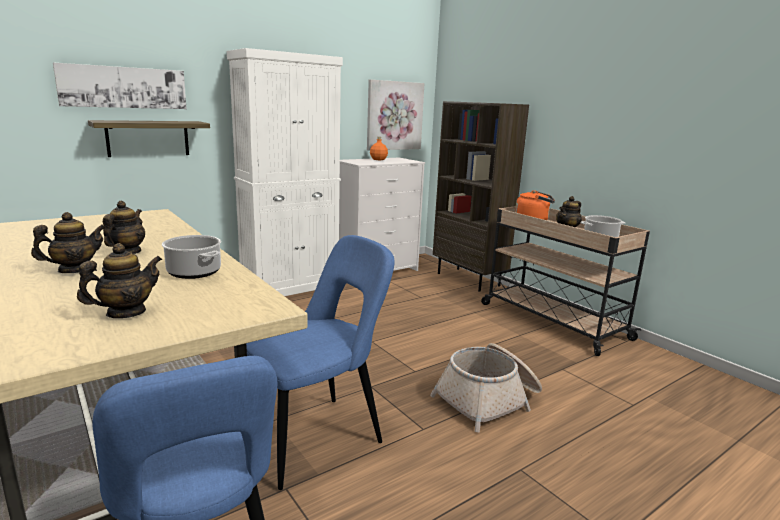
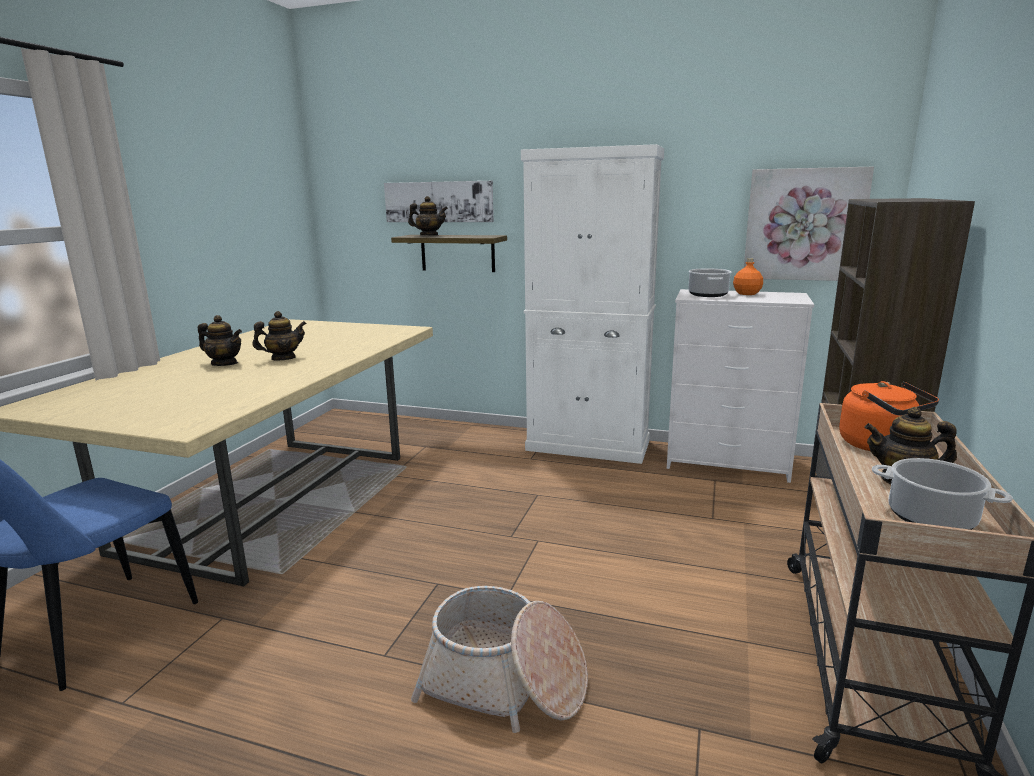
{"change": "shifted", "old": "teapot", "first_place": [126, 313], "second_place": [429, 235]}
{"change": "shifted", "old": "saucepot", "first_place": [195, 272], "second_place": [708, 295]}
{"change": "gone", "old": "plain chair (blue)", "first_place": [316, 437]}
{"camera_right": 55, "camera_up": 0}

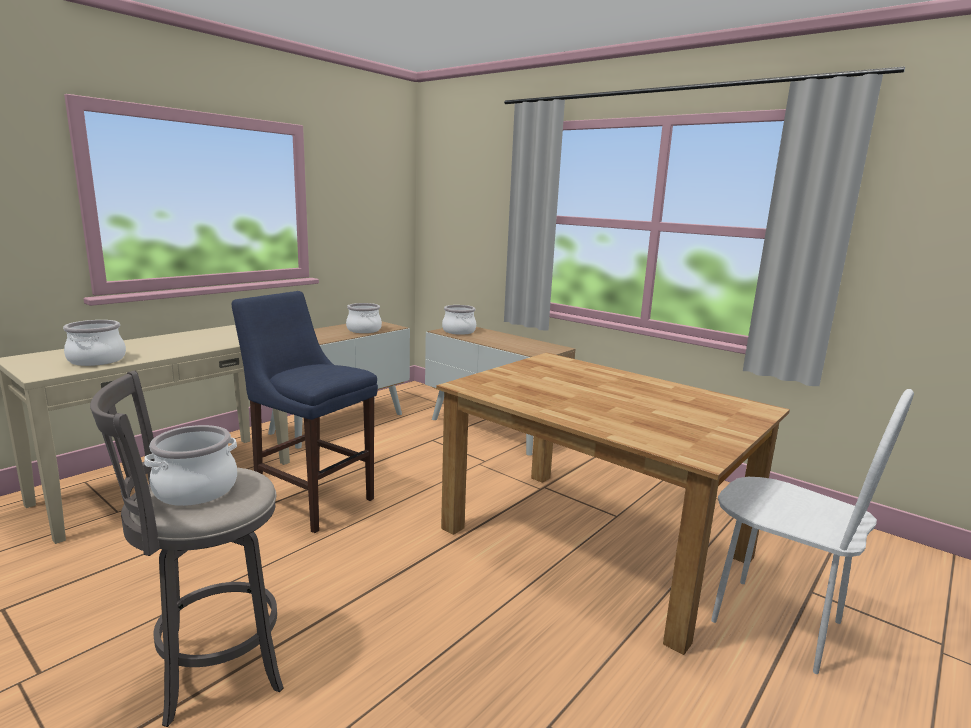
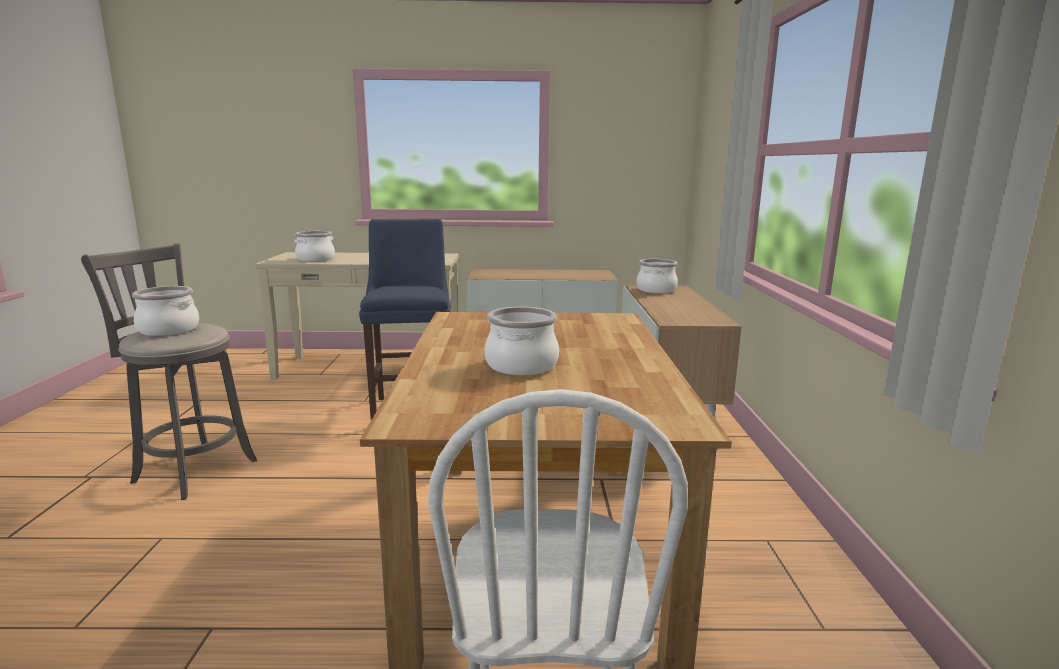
{"change": "shifted", "old": "saucepot", "first_place": [364, 330], "second_place": [522, 365]}
{"camera_right": 50, "camera_up": 0}

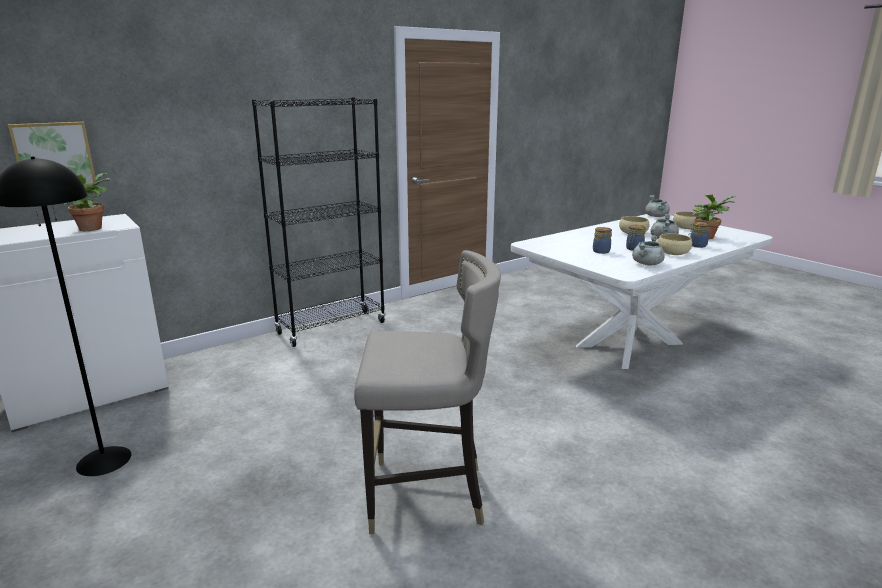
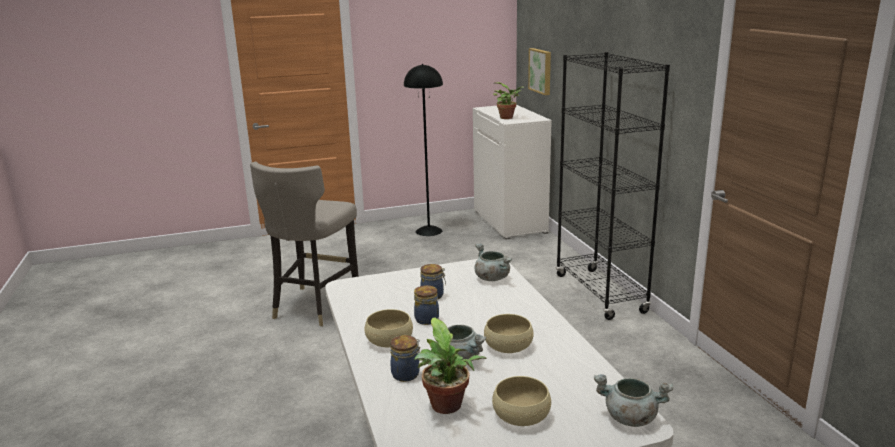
{"change": "shifted", "old": "saucepot (greyish)", "first_place": [647, 264], "second_place": [491, 278]}
{"camera_right": 110, "camera_up": 0}

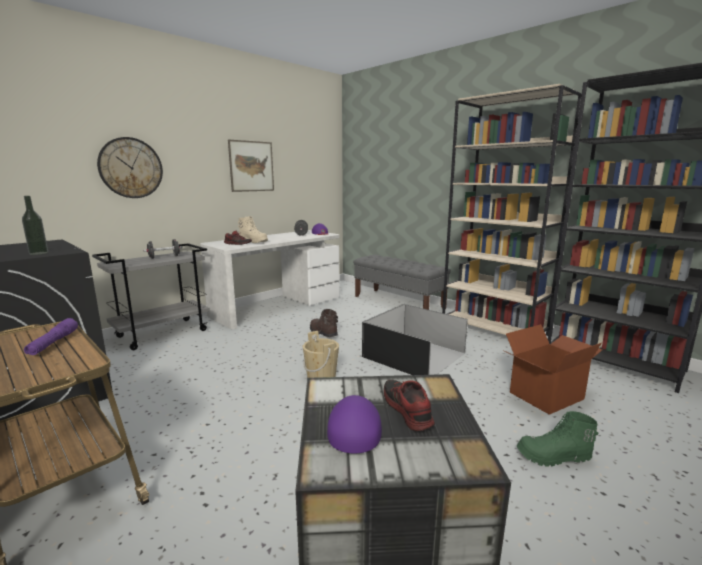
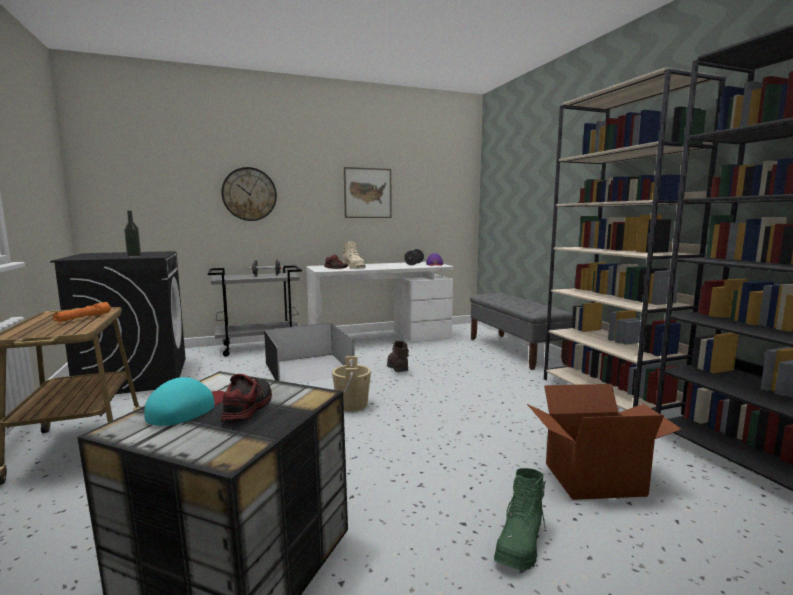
{"change": "repainted", "old": "torch (purple-coloured)", "new": "torch (orange)", "first_place": [53, 343], "second_place": [83, 318]}
{"change": "repainted", "old": "peaked cap (purple-coloured)", "new": "peaked cap (blue-green)", "first_place": [354, 426], "second_place": [187, 409]}
{"change": "shifted", "old": "storage bin (black)", "first_place": [413, 355], "second_place": [307, 369]}
{"change": "rotated", "old": "tall boot (green-coloured)", "first_place": [553, 457], "second_place": [520, 544], "degrees": -90}
{"camera_right": 25, "camera_up": -5}

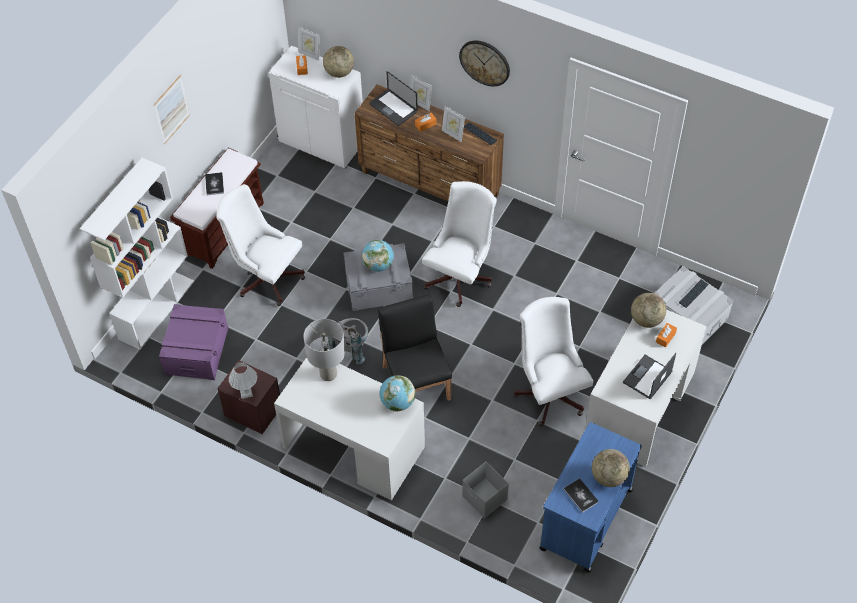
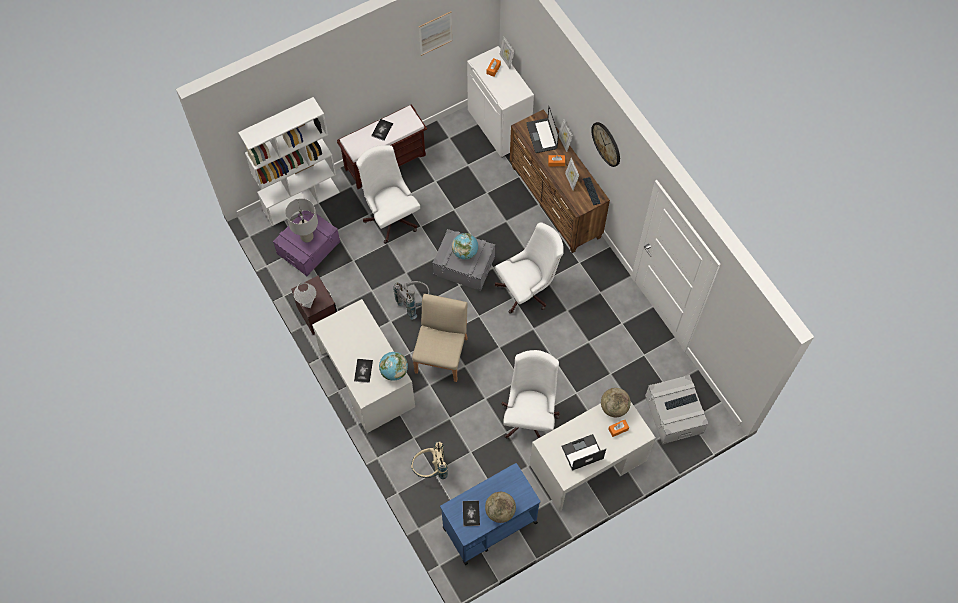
{"change": "shifted", "old": "table lamp (greyish)", "first_place": [328, 374], "second_place": [306, 237]}
{"change": "new", "new": "book", "second_place": [363, 371]}
{"change": "swapped", "old": "storage bin (greyish)", "new": "rucksack (sand-coloured)", "first_place": [485, 498], "second_place": [430, 469]}
{"change": "repainted", "old": "plain chair (black)", "new": "plain chair (sand-coloured)", "first_place": [416, 381], "second_place": [442, 354]}
{"change": "shifted", "old": "wall picture", "first_place": [171, 109], "second_place": [435, 33]}
{"change": "gone", "old": "world globe", "first_place": [339, 72]}
{"camera_right": 30, "camera_up": 10}

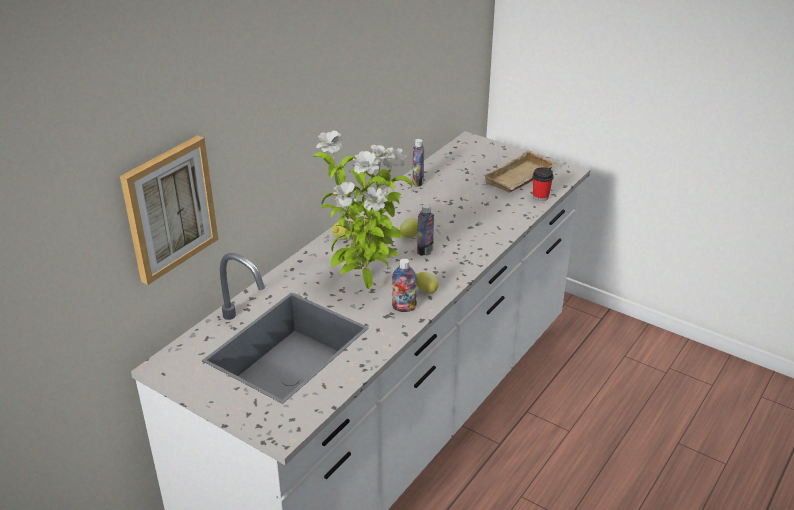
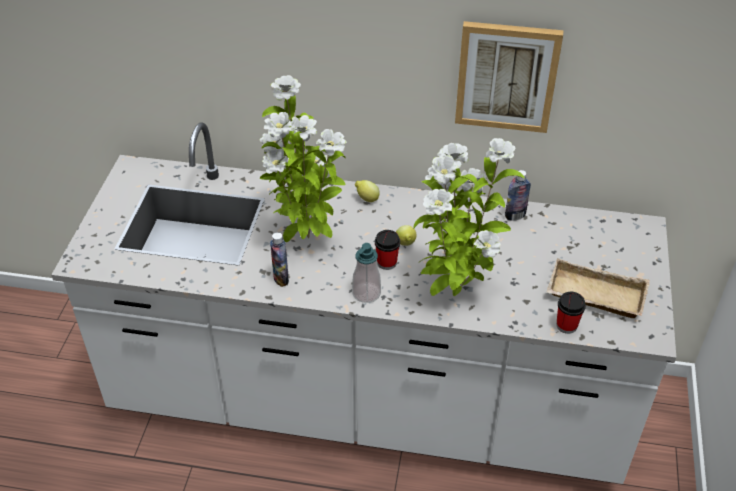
{"change": "new", "new": "liquid soap bottle", "second_place": [366, 293]}
{"change": "swapped", "old": "bottle", "new": "small cup", "first_place": [425, 250], "second_place": [387, 263]}
{"change": "new", "new": "houseplant", "second_place": [454, 292]}
{"change": "shifted", "old": "wall picture", "first_place": [169, 208], "second_place": [506, 76]}
{"change": "gone", "old": "citrus fruit", "first_place": [425, 291]}
{"camera_right": 65, "camera_up": 10}

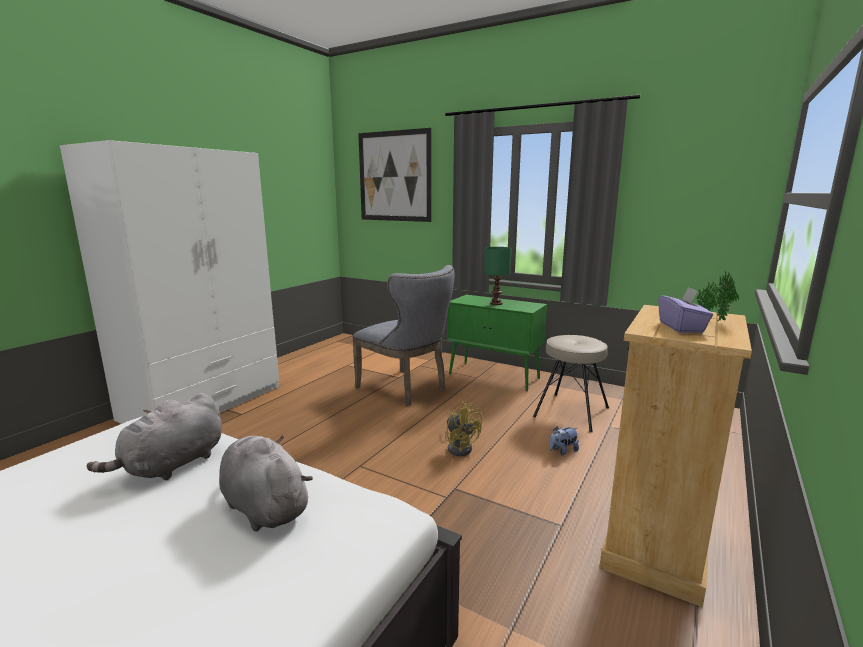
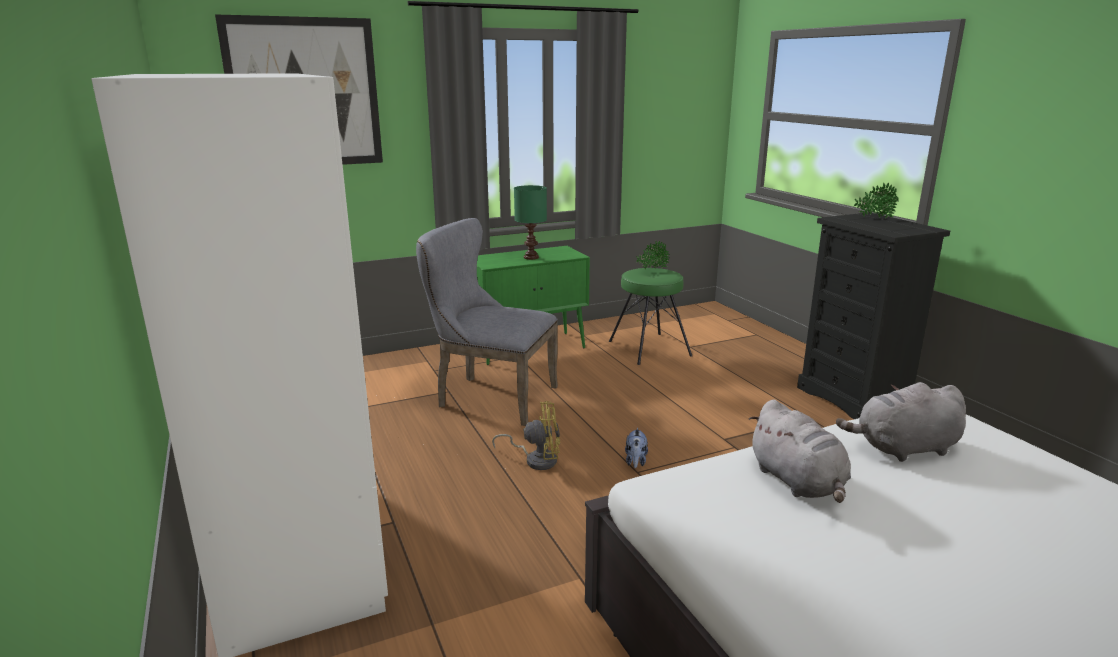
{"change": "rotated", "old": "plain chair (greyish)", "first_place": [406, 389], "second_place": [489, 397], "degrees": -150}
{"change": "shifted", "old": "cooling fan (yellow)", "first_place": [460, 447], "second_place": [536, 459]}
{"change": "repainted", "old": "sitting stool (sand-coloured)", "new": "sitting stool (green-coloured)", "first_place": [570, 411], "second_place": [648, 348]}
{"change": "shifted", "old": "plush toy", "first_place": [562, 451], "second_place": [635, 462]}
{"change": "new", "new": "houseplant", "second_place": [652, 269]}
{"change": "repainted", "old": "chest of drawers (sand-coloured)", "new": "chest of drawers (black)", "first_place": [656, 547], "second_place": [854, 399]}
{"change": "gone", "old": "box of tissues (purple-coloured)", "first_place": [681, 327]}
{"camera_right": -55, "camera_up": 5}

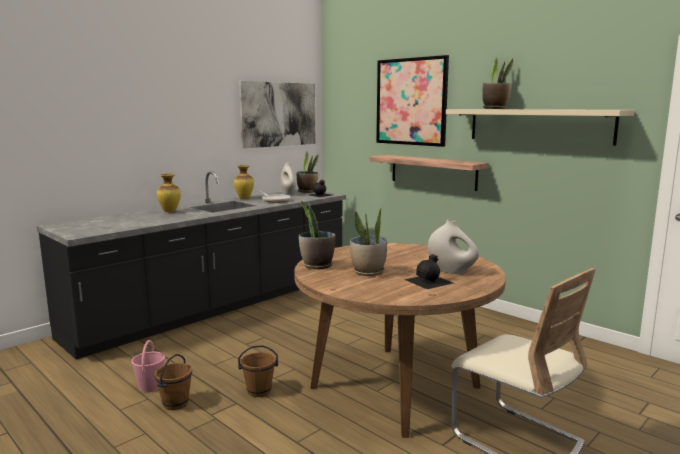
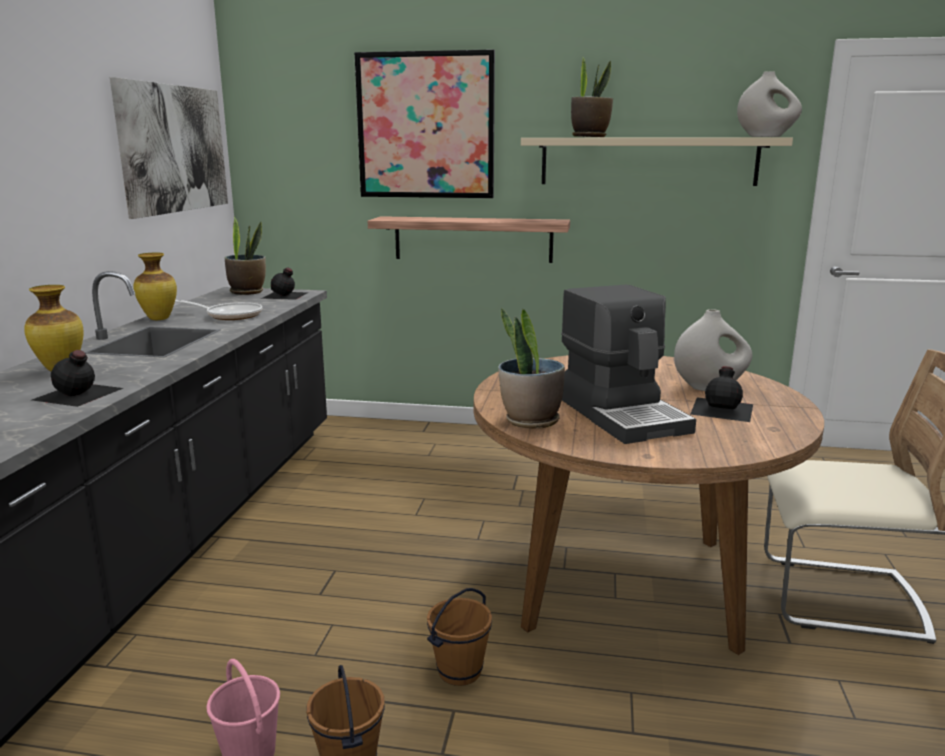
{"change": "new", "new": "bottle (black)", "second_place": [78, 394]}
{"change": "swapped", "old": "houseplant", "new": "coffee maker", "first_place": [368, 272], "second_place": [623, 414]}
{"change": "shifted", "old": "flower vase (white-coloured)", "first_place": [288, 193], "second_place": [765, 137]}
{"camera_right": -35, "camera_up": 5}

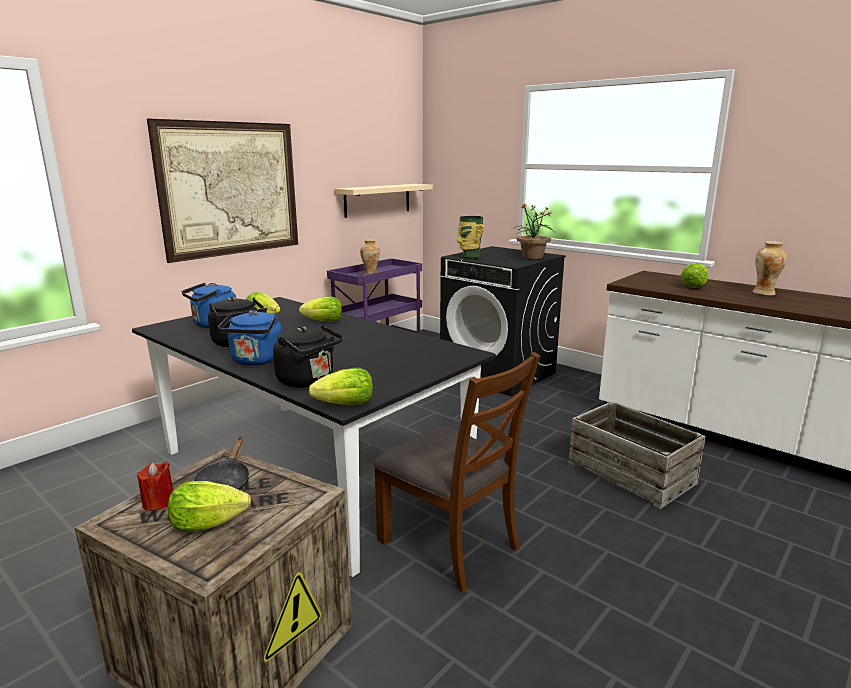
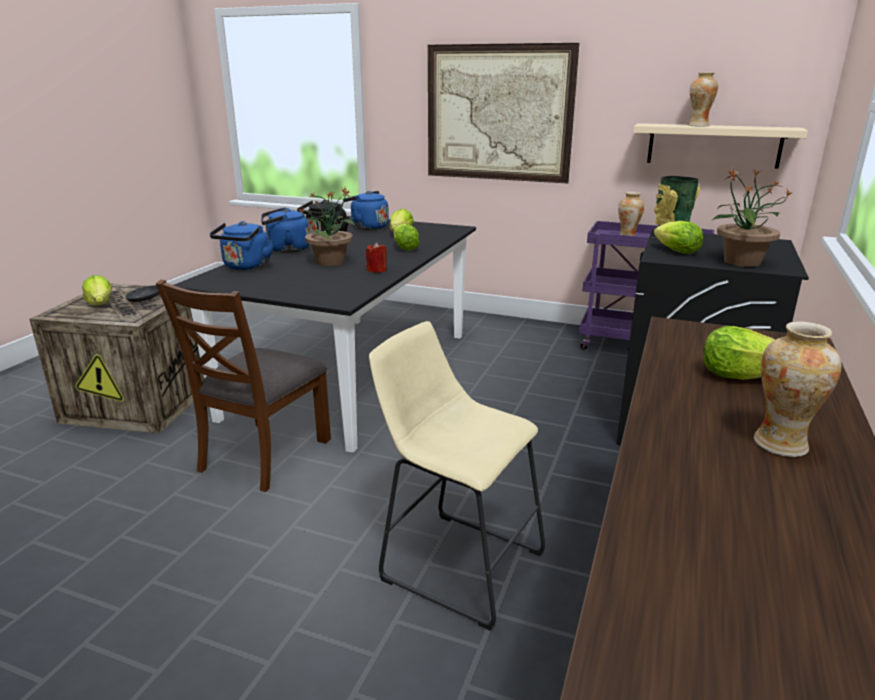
{"change": "repainted", "old": "kettle (black)", "new": "kettle (blue)", "first_place": [308, 381], "second_place": [246, 267]}
{"change": "new", "new": "houseplant", "second_place": [331, 262]}
{"change": "shifted", "old": "wax light (reddish)", "first_place": [158, 502], "second_place": [377, 270]}
{"change": "swapped", "old": "packing crate", "new": "sitting stool (sand-coloured)", "first_place": [630, 474], "second_place": [455, 562]}
{"change": "shifted", "old": "lettuce head", "first_place": [346, 405], "second_place": [677, 252]}
{"change": "new", "new": "flower vase", "second_place": [698, 125]}
{"camera_right": 70, "camera_up": 5}

